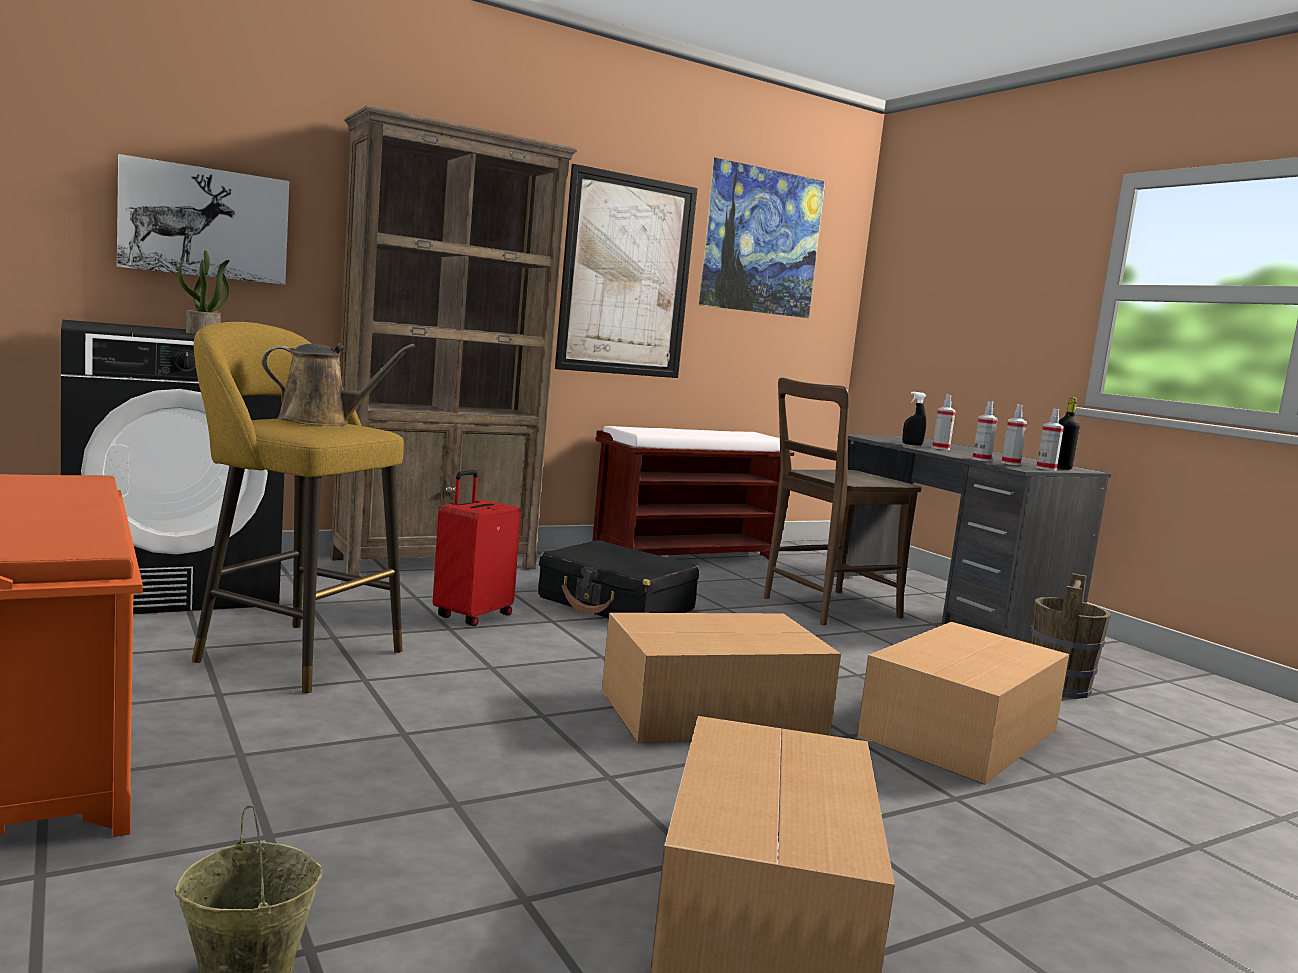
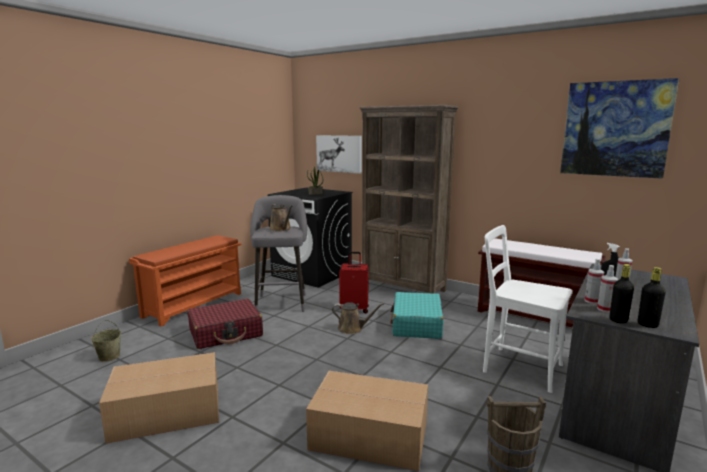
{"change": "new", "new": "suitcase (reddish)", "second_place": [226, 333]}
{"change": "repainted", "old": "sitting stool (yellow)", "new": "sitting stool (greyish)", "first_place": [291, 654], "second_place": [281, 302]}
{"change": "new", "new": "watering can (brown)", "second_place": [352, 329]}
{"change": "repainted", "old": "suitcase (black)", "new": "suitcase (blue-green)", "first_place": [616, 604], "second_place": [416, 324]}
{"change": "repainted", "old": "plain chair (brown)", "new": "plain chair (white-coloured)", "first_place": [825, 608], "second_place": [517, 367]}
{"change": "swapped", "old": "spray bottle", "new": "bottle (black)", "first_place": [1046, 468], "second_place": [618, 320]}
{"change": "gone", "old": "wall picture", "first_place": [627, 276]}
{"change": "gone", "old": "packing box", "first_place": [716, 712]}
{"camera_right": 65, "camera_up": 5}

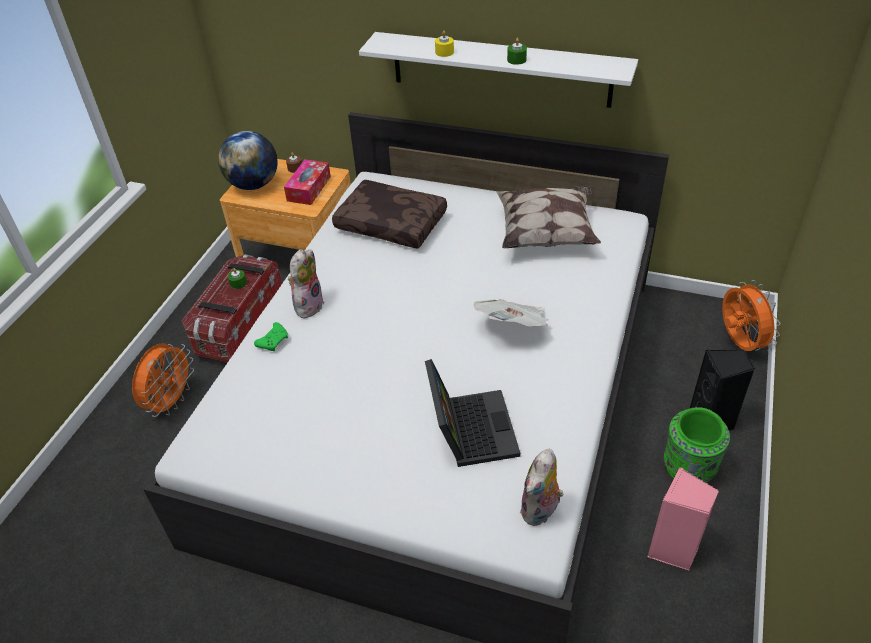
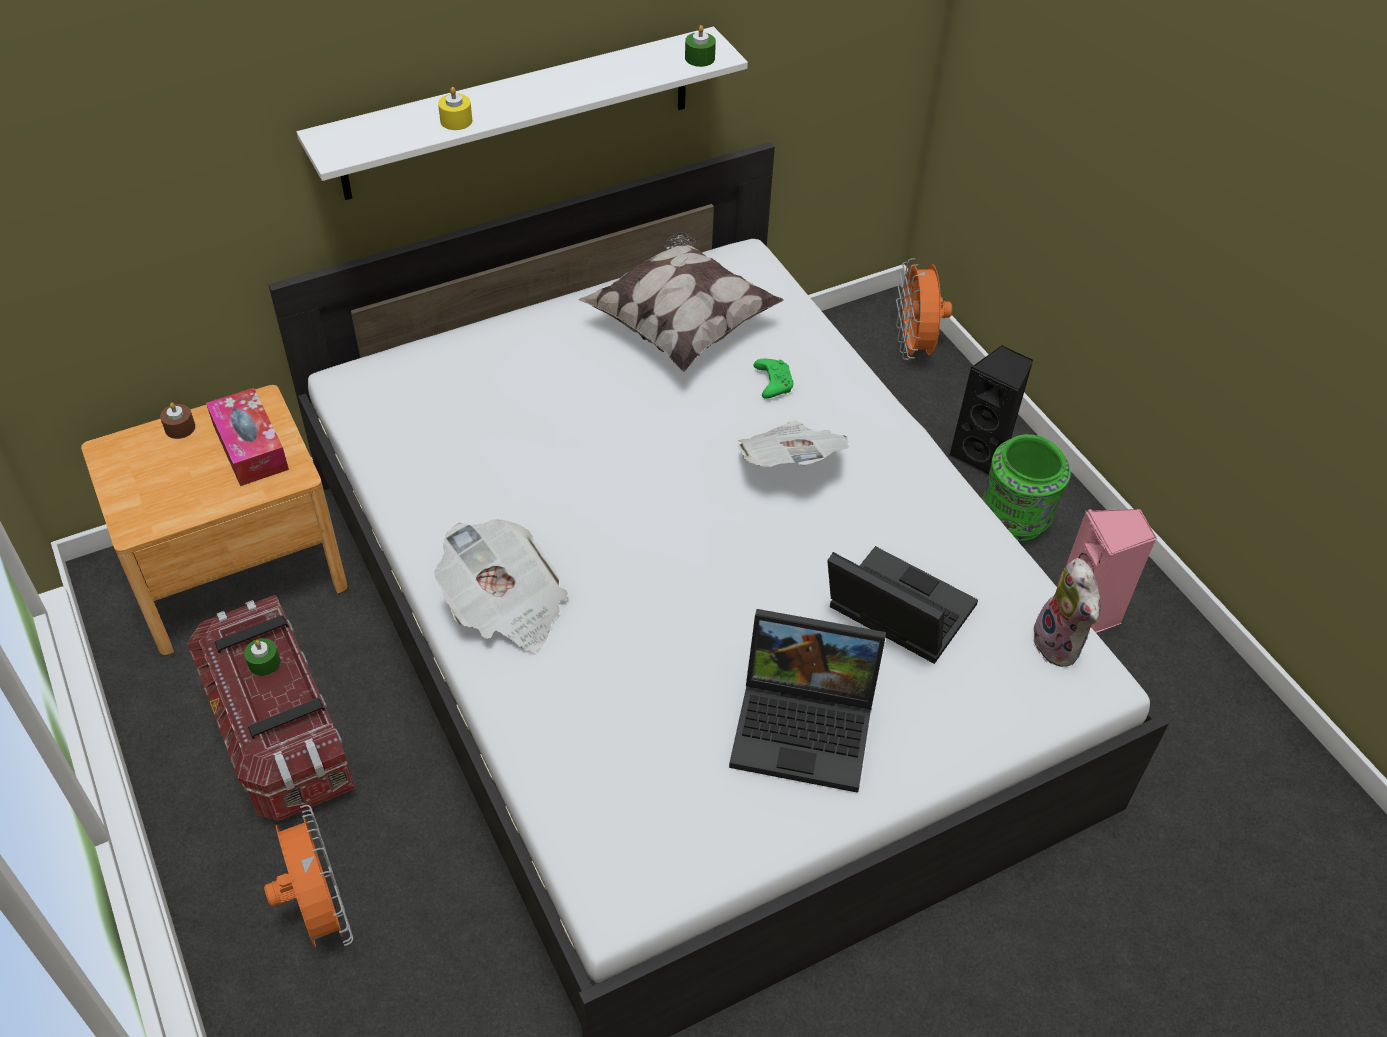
{"change": "swapped", "old": "plush toy", "new": "newspaper", "first_place": [308, 305], "second_place": [505, 607]}
{"change": "shifted", "old": "wax light (green-coloured)", "first_place": [516, 60], "second_place": [699, 58]}
{"change": "new", "new": "laptop", "second_place": [807, 726]}
{"change": "shifted", "old": "gamepad (green-coloured)", "first_place": [274, 341], "second_place": [772, 383]}
{"change": "rotated", "old": "cooling fan (orange)", "first_place": [738, 343], "second_place": [914, 348], "degrees": -120}
{"change": "gone", "old": "world globe", "first_place": [254, 184]}
{"change": "gone", "old": "throw pillow (brown)", "first_place": [392, 223]}
{"camera_right": -50, "camera_up": 5}

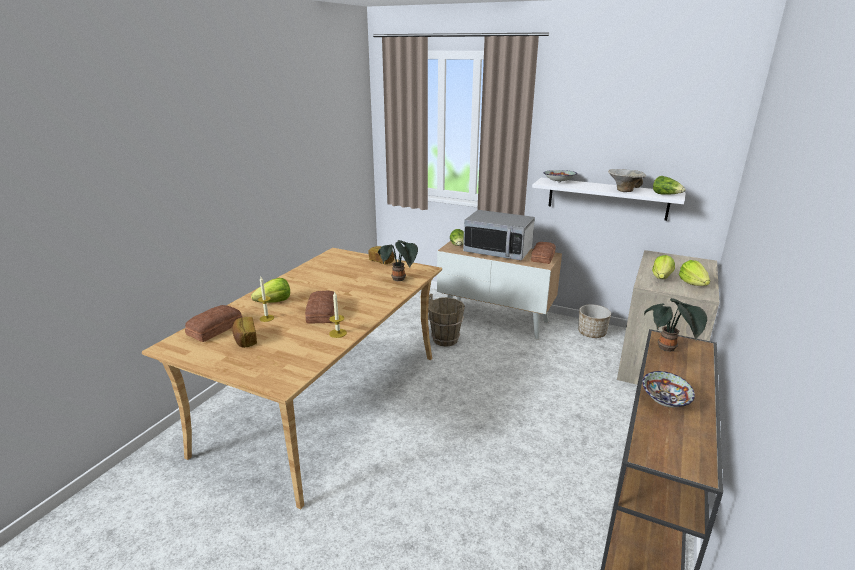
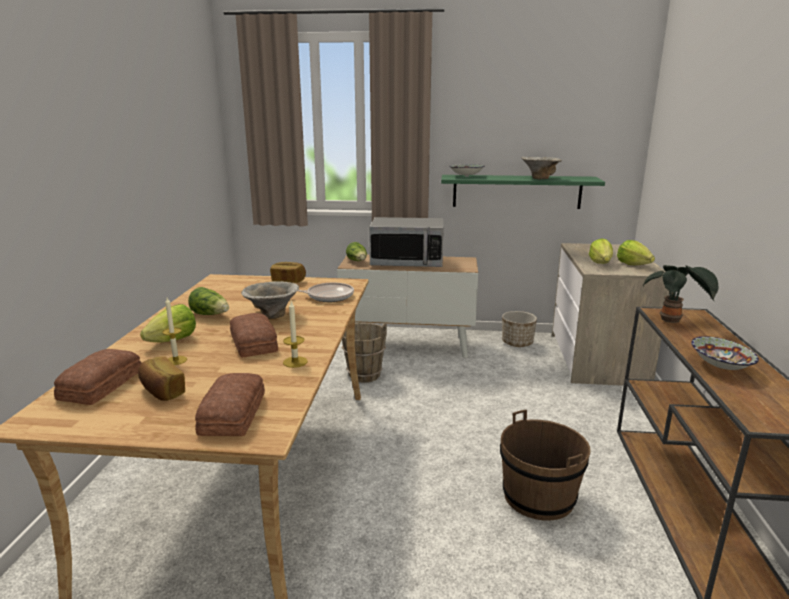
{"change": "shifted", "old": "lettuce head", "first_place": [666, 195], "second_place": [211, 315]}
{"change": "shifted", "old": "bakery bread", "first_place": [543, 257], "second_place": [235, 413]}
{"change": "new", "new": "serving bowl", "second_place": [271, 316]}
{"change": "swapped", "old": "houseplant", "new": "frying pan", "first_place": [399, 280], "second_place": [327, 296]}
{"change": "repainted", "old": "shelf (white-coloured)", "new": "shelf (green-coloured)", "first_place": [607, 198], "second_place": [516, 191]}
{"change": "new", "new": "bucket (brown)", "second_place": [539, 497]}
{"camera_right": -20, "camera_up": -5}

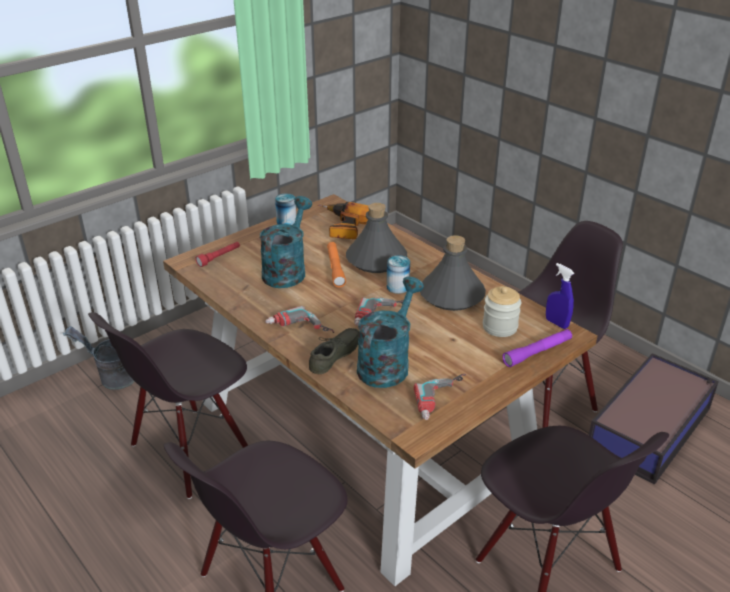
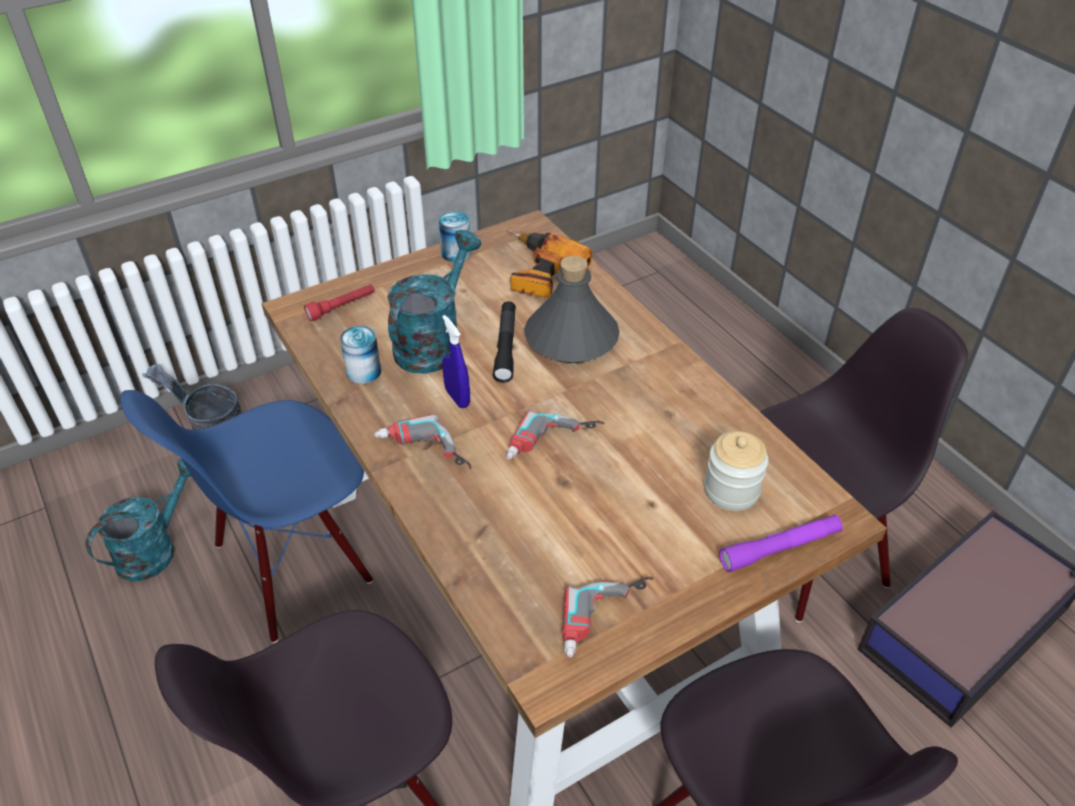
{"change": "shifted", "old": "watering can (blue-green)", "first_place": [387, 363], "second_place": [155, 548]}
{"change": "repainted", "old": "plain chair (black)", "new": "plain chair (blue)", "first_place": [190, 451], "second_place": [292, 566]}
{"change": "shifted", "old": "metal can", "first_place": [398, 287], "second_place": [364, 372]}
{"change": "shifted", "old": "spray bottle (blue)", "first_place": [556, 323], "second_place": [457, 398]}
{"change": "repainted", "old": "torch (orange)", "new": "torch (black)", "first_place": [335, 268], "second_place": [506, 347]}
{"change": "gone", "old": "low shoe (greyish)", "first_place": [337, 356]}
{"change": "gone", "old": "bottle (greyish)", "first_place": [451, 296]}
{"camera_right": 10, "camera_up": 10}

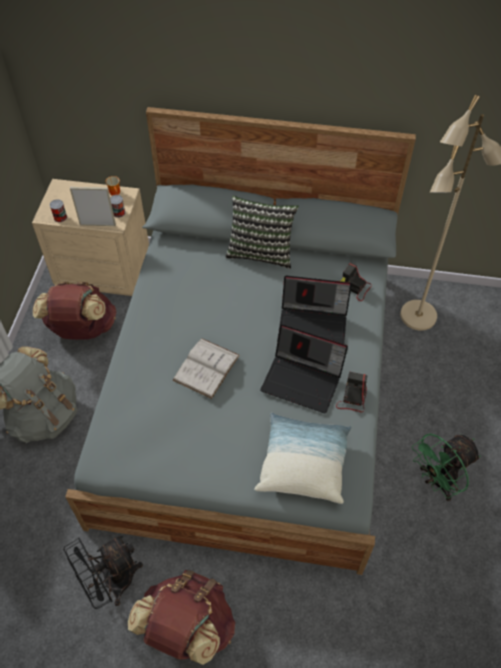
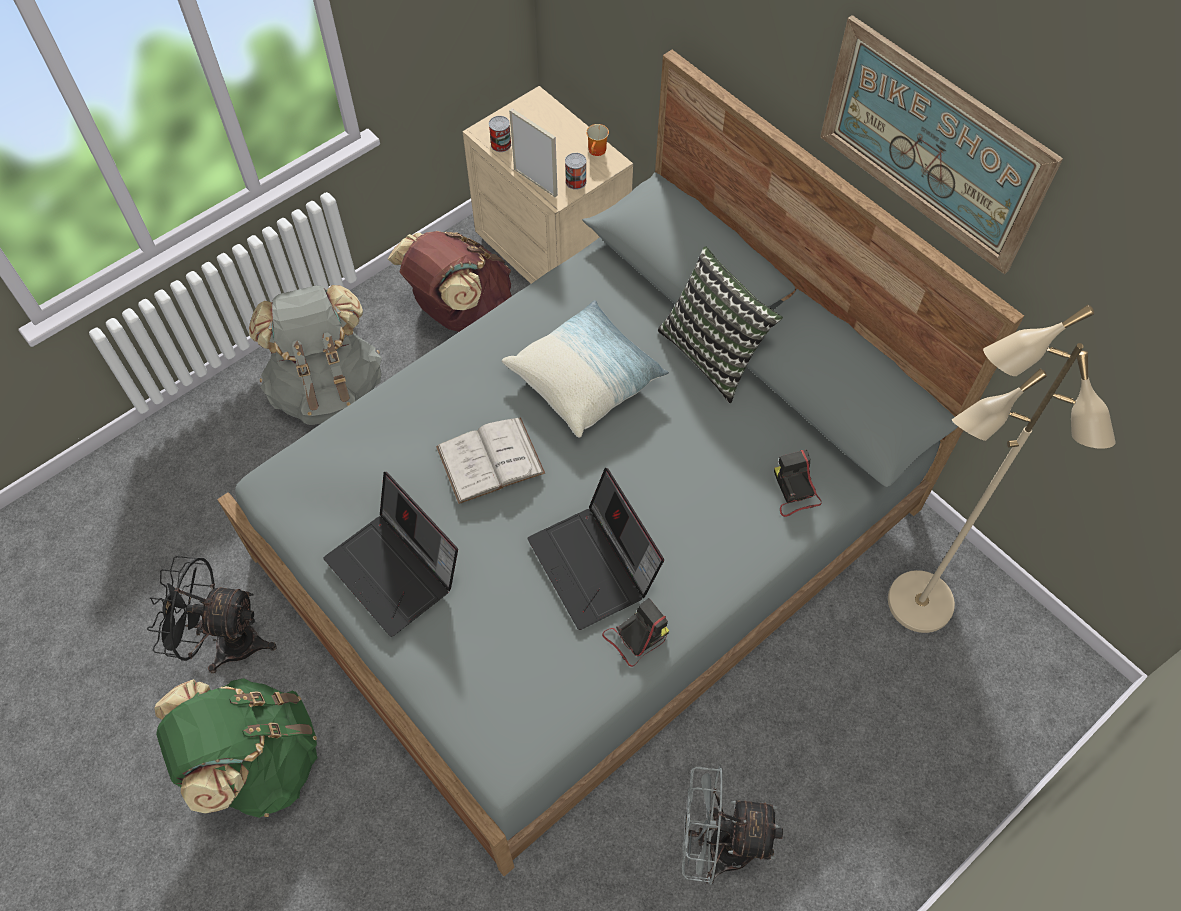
{"change": "repainted", "old": "rucksack (brown)", "new": "rucksack (green-coloured)", "first_place": [188, 627], "second_place": [257, 761]}
{"change": "shifted", "old": "laptop", "first_place": [313, 325], "second_place": [396, 570]}
{"change": "shifted", "old": "throw pillow", "first_place": [303, 464], "second_place": [585, 379]}
{"change": "repainted", "old": "cooling fan (green-coloured)", "new": "cooling fan (greyish)", "first_place": [437, 482], "second_place": [716, 846]}
{"change": "new", "new": "wall picture", "second_place": [931, 145]}
{"camera_right": 40, "camera_up": 5}

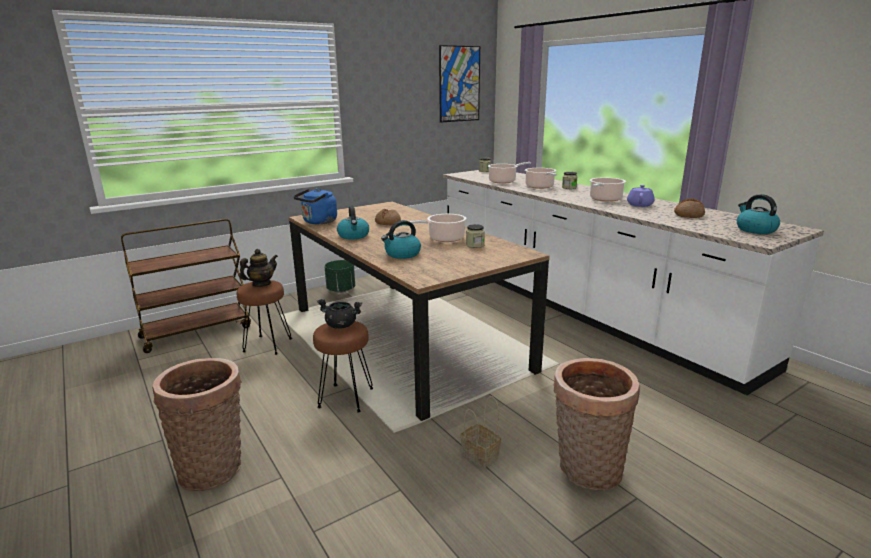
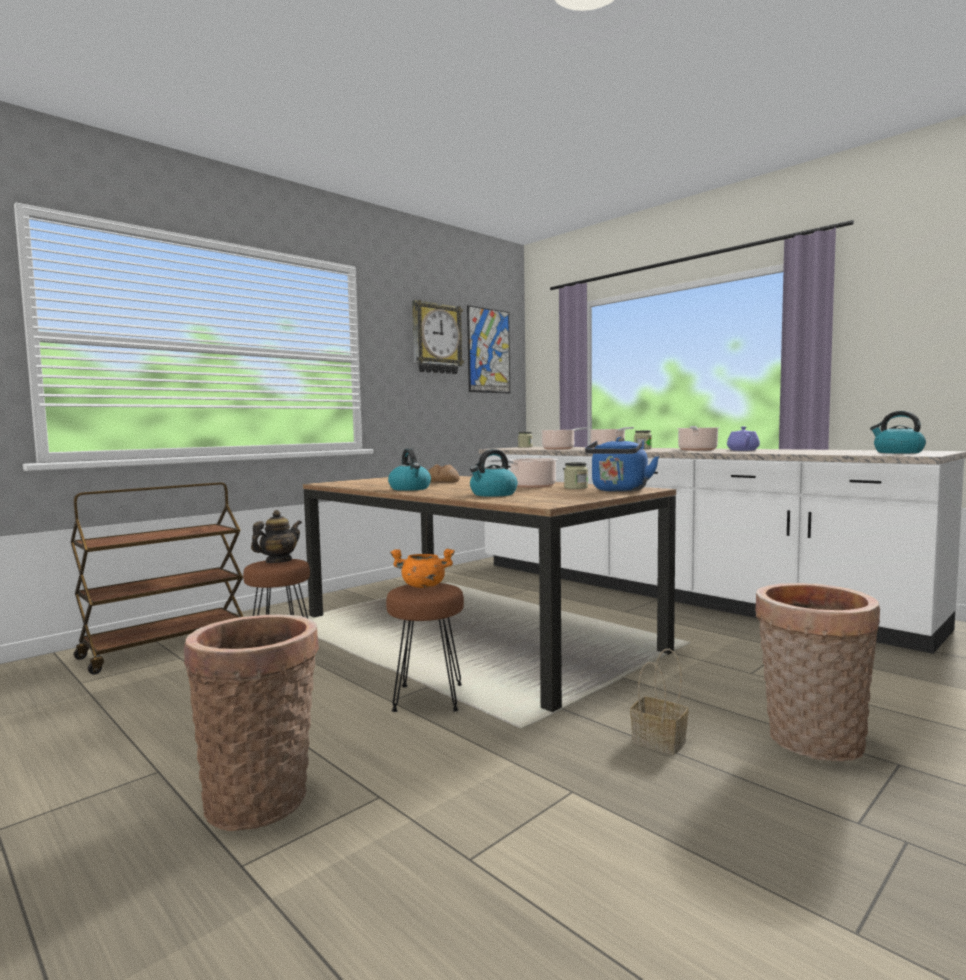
{"change": "repainted", "old": "saucepot (black)", "new": "saucepot (orange)", "first_place": [340, 325], "second_place": [423, 586]}
{"change": "new", "new": "wall clock", "second_place": [436, 339]}
{"change": "shifted", "old": "kettle (blue)", "first_place": [318, 222], "second_place": [619, 490]}
{"change": "gone", "old": "planter (green-coloured)", "first_place": [341, 290]}
{"change": "gone", "old": "bakery bread", "first_place": [688, 215]}
{"camera_right": -10, "camera_up": -15}

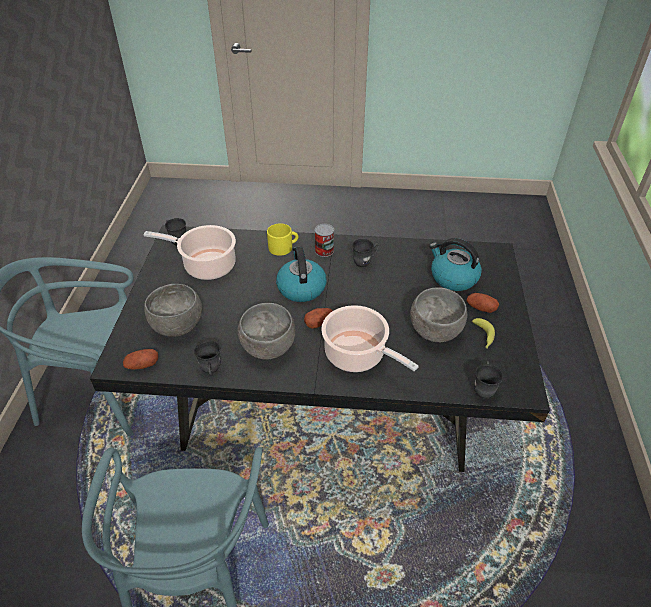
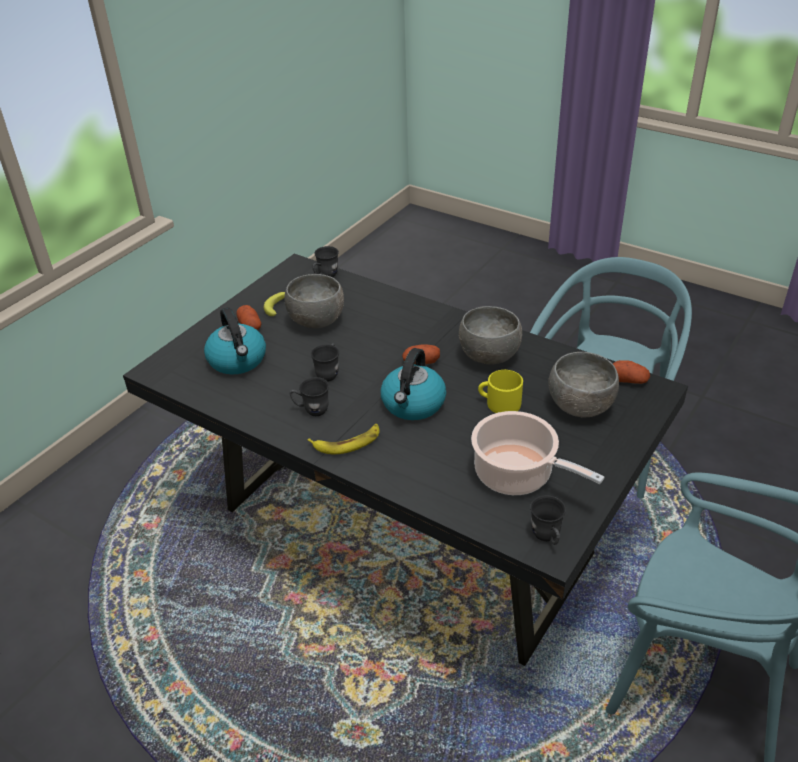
{"change": "swapped", "old": "metal can", "new": "banana fruit", "first_place": [324, 250], "second_place": [347, 442]}
{"change": "shifted", "old": "mug (greyish)", "first_place": [211, 371], "second_place": [329, 373]}
{"change": "shifted", "old": "mug (yellow)", "first_place": [283, 247], "second_place": [499, 403]}
{"change": "gone", "old": "saucepot", "first_place": [357, 355]}
{"camera_right": -150, "camera_up": -5}

